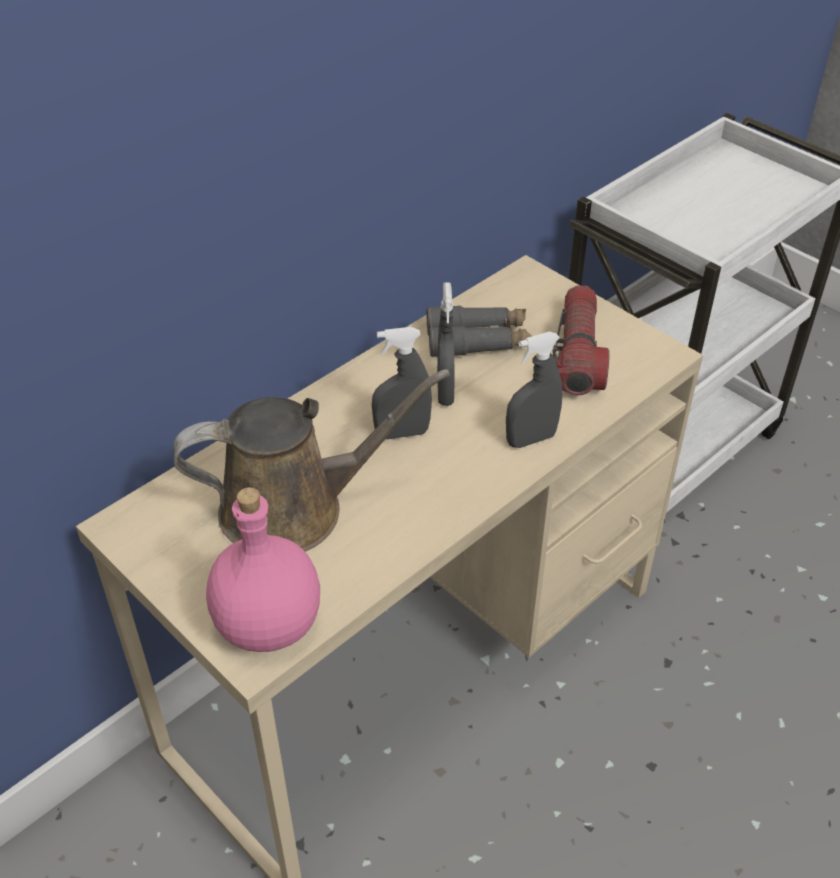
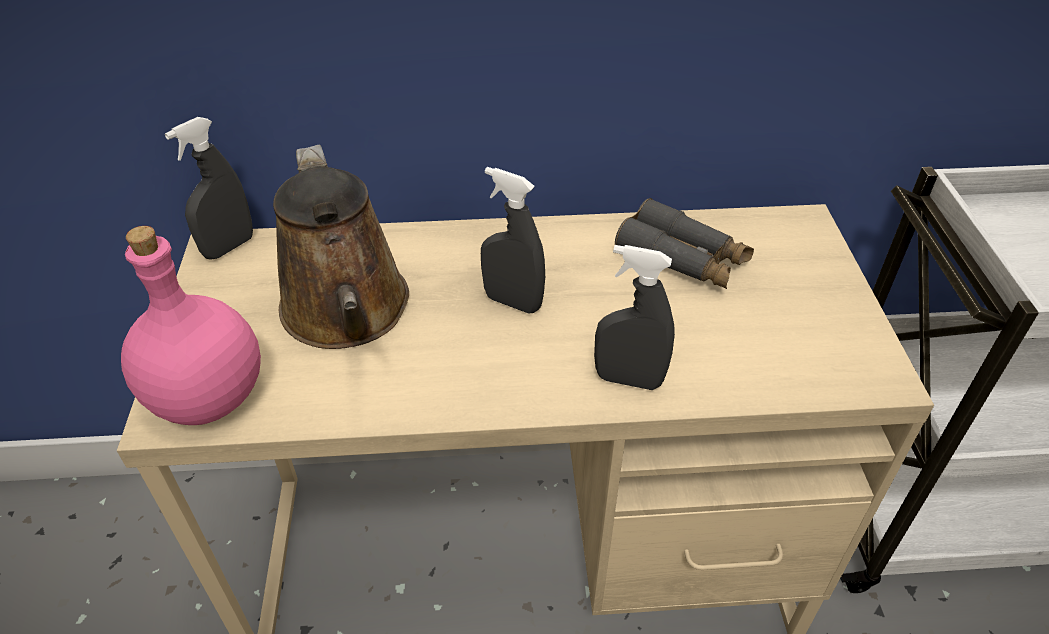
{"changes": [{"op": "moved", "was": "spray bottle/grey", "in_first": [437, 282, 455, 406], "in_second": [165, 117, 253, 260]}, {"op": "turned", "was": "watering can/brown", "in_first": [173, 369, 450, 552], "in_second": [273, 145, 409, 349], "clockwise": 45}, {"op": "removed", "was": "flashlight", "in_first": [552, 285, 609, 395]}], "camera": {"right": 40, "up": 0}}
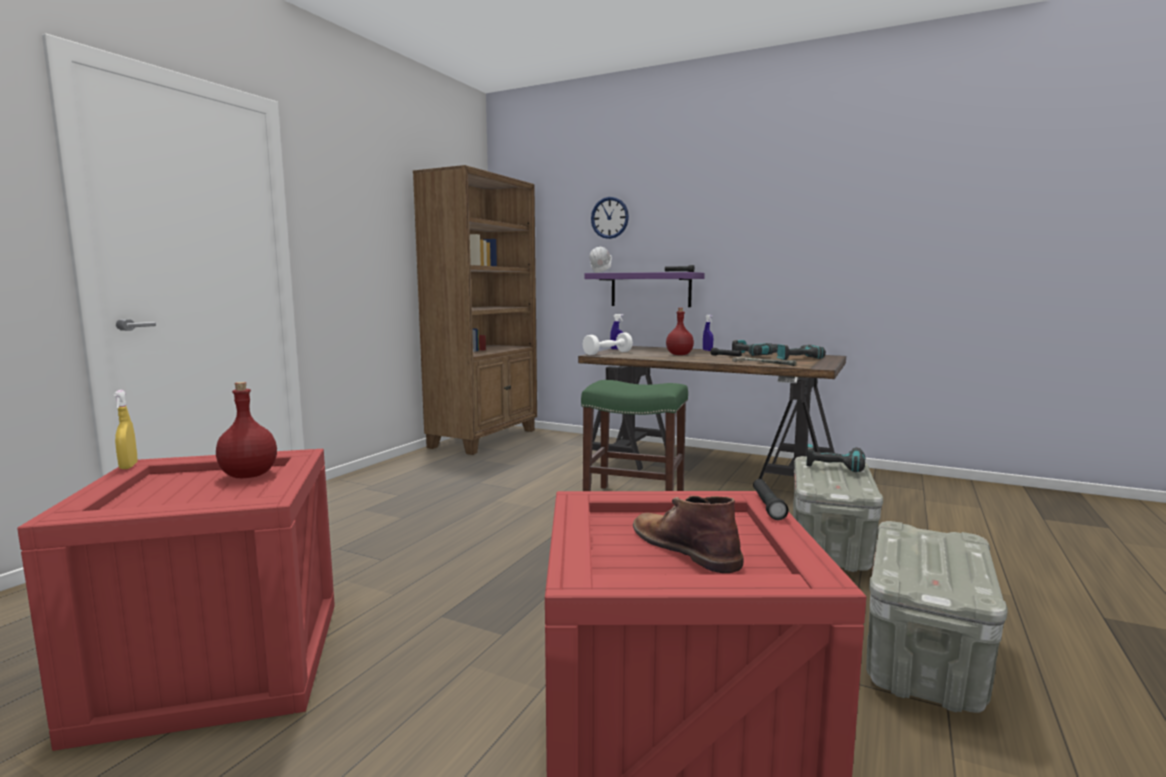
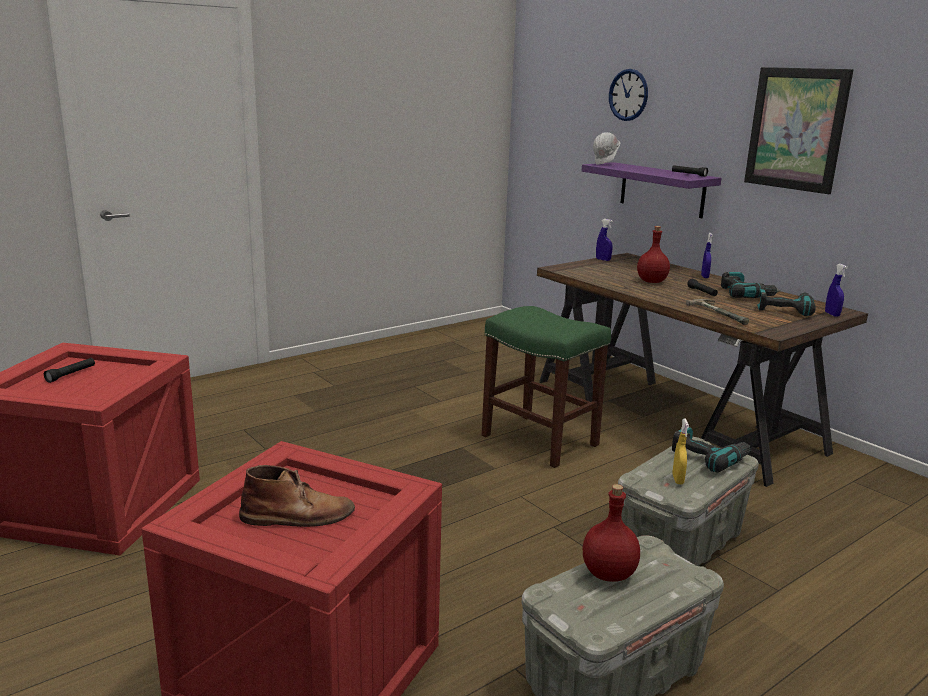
{"changes": [{"op": "moved", "was": "flashlight/black", "in_first": [753, 479, 789, 520], "in_second": [44, 358, 95, 383]}, {"op": "turned", "was": "boot/brown", "in_first": [633, 496, 744, 573], "in_second": [239, 465, 355, 527], "clockwise": 90}, {"op": "moved", "was": "bottle/red", "in_first": [216, 382, 277, 478], "in_second": [583, 484, 640, 582]}, {"op": "moved", "was": "spray bottle/yellow", "in_first": [114, 390, 138, 469], "in_second": [672, 419, 689, 484]}, {"op": "added", "now": "picture", "in_second": [744, 67, 854, 194]}, {"op": "added", "now": "spray bottle/blue", "in_second": [825, 264, 848, 317]}, {"op": "removed", "was": "bookcase/brown", "in_first": [413, 165, 537, 455]}, {"op": "removed", "was": "dumbbell/white", "in_first": [583, 333, 633, 355]}], "camera": {"right": 25, "up": 10}}
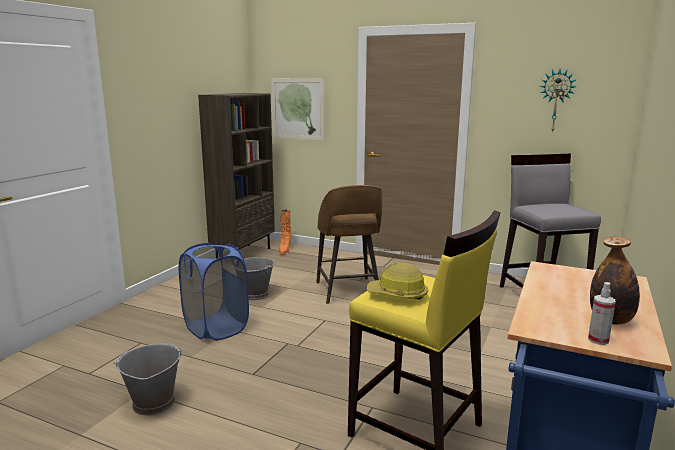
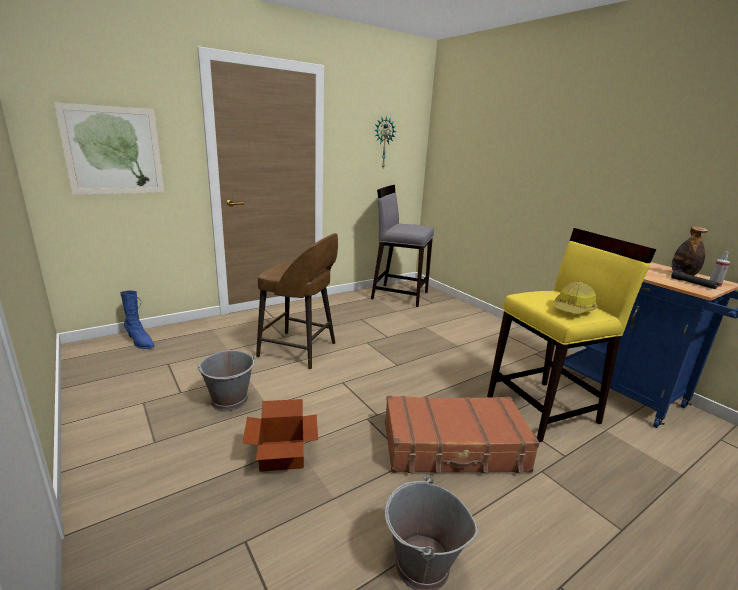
{"changes": [{"op": "recoloured", "was": "boot/orange", "now": "boot/blue", "in_first": [279, 210, 292, 254], "in_second": [120, 290, 154, 349]}, {"op": "replaced", "was": "laundry basket/blue", "now": "cardboard box", "in_first": [179, 243, 249, 341], "in_second": [243, 399, 318, 472]}, {"op": "added", "now": "suitcase/brown", "in_second": [385, 395, 540, 473]}, {"op": "added", "now": "flashlight/black", "in_second": [671, 270, 719, 289]}, {"op": "removed", "was": "bookcase/brown", "in_first": [198, 93, 275, 250]}], "camera": {"right": -60, "up": 5}}
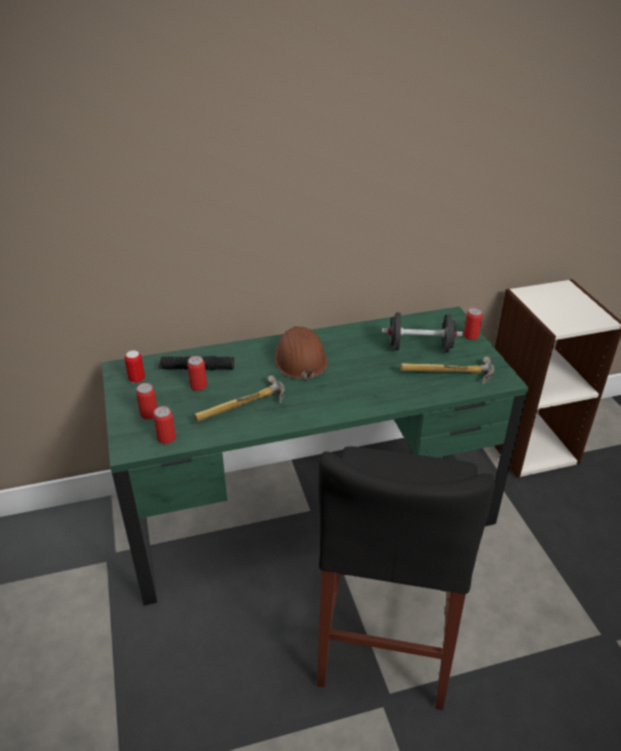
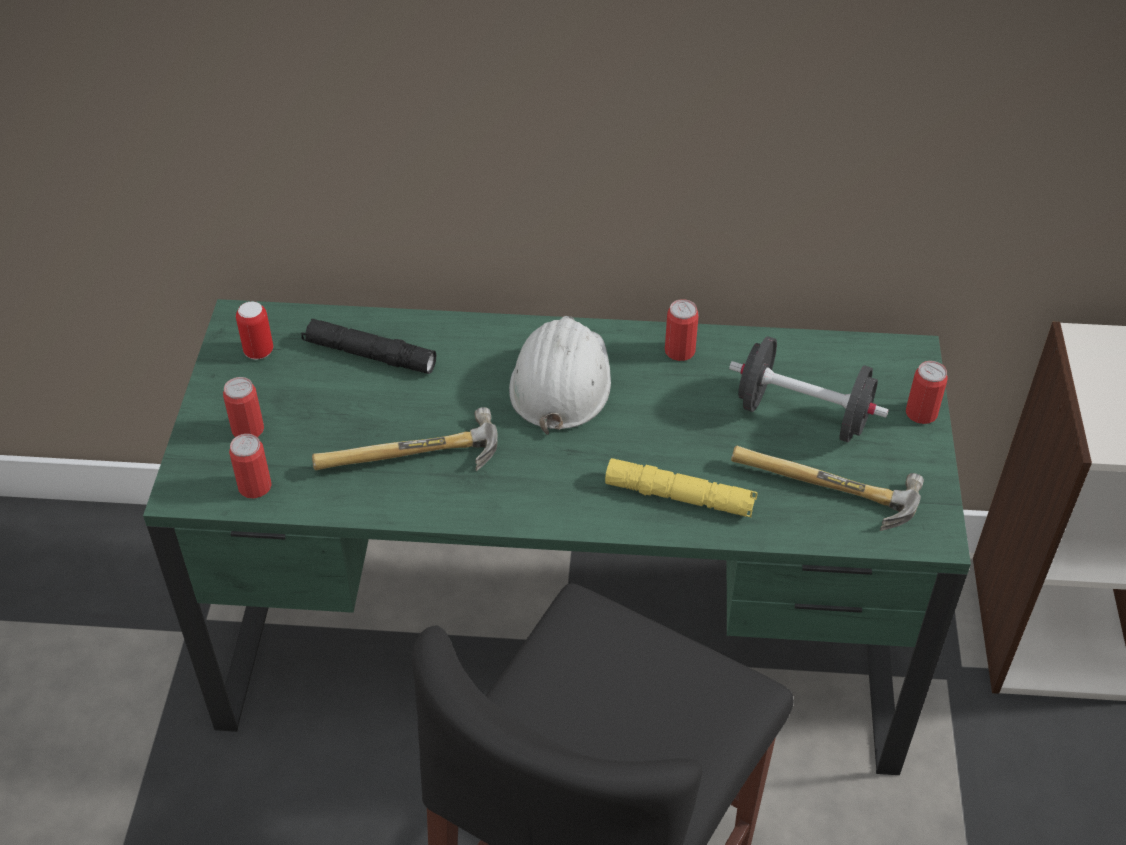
{"changes": [{"op": "recoloured", "was": "hard hat/brown", "now": "hard hat/white", "in_first": [275, 326, 328, 382], "in_second": [509, 316, 611, 435]}, {"op": "added", "now": "flashlight/yellow", "in_second": [605, 458, 758, 517]}, {"op": "moved", "was": "can", "in_first": [187, 356, 207, 391], "in_second": [665, 299, 699, 361]}], "camera": {"right": 20, "up": 10}}
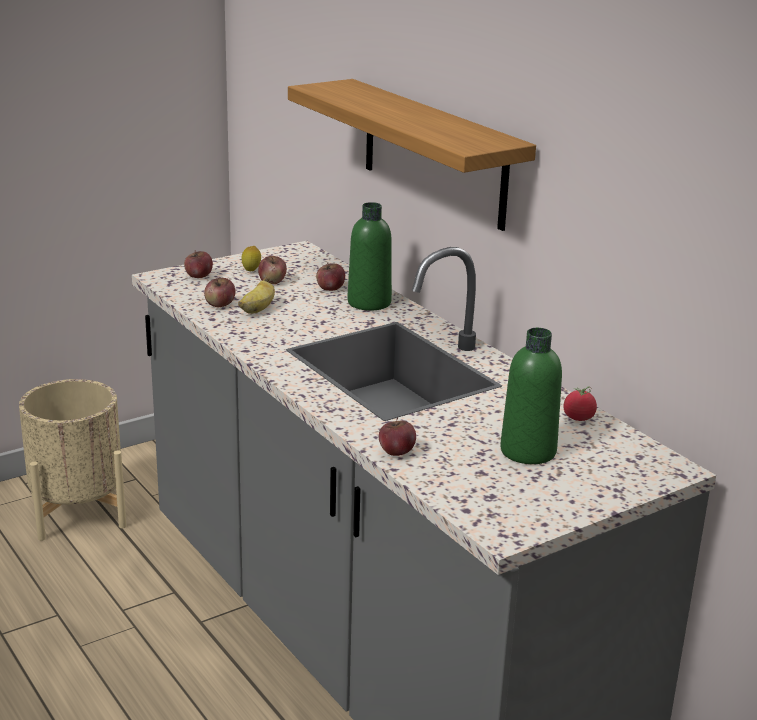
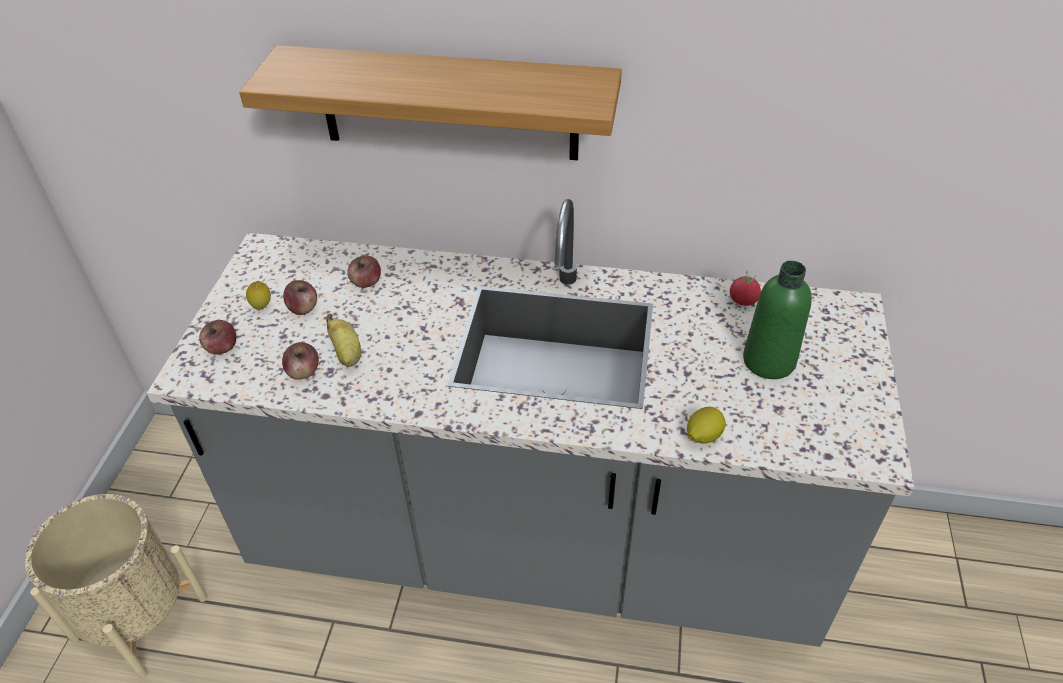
{"changes": [{"op": "replaced", "was": "apple", "now": "lemon", "in_first": [379, 417, 416, 456], "in_second": [687, 407, 726, 444]}, {"op": "removed", "was": "bottle/green", "in_first": [347, 202, 392, 311]}], "camera": {"right": -45, "up": 20}}
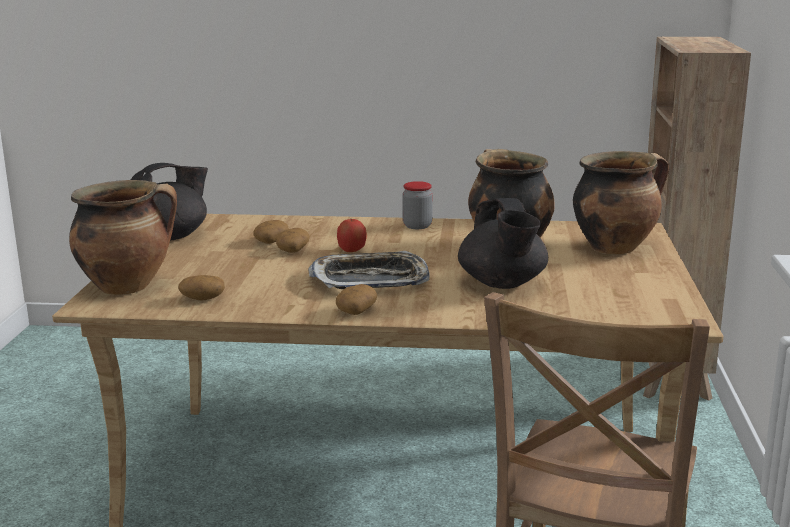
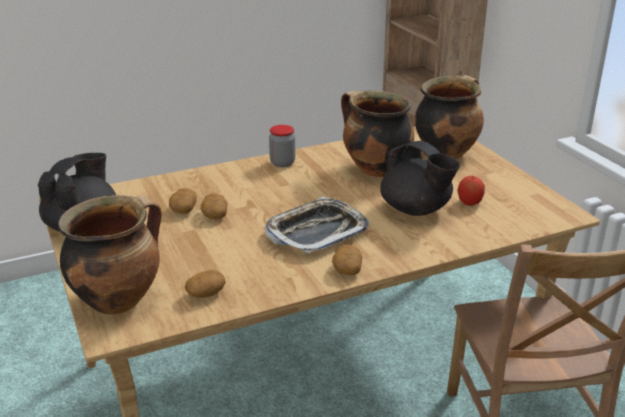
{"changes": [{"op": "moved", "was": "apple", "in_first": [337, 219, 367, 252], "in_second": [457, 176, 485, 206]}], "camera": {"right": -30, "up": 10}}
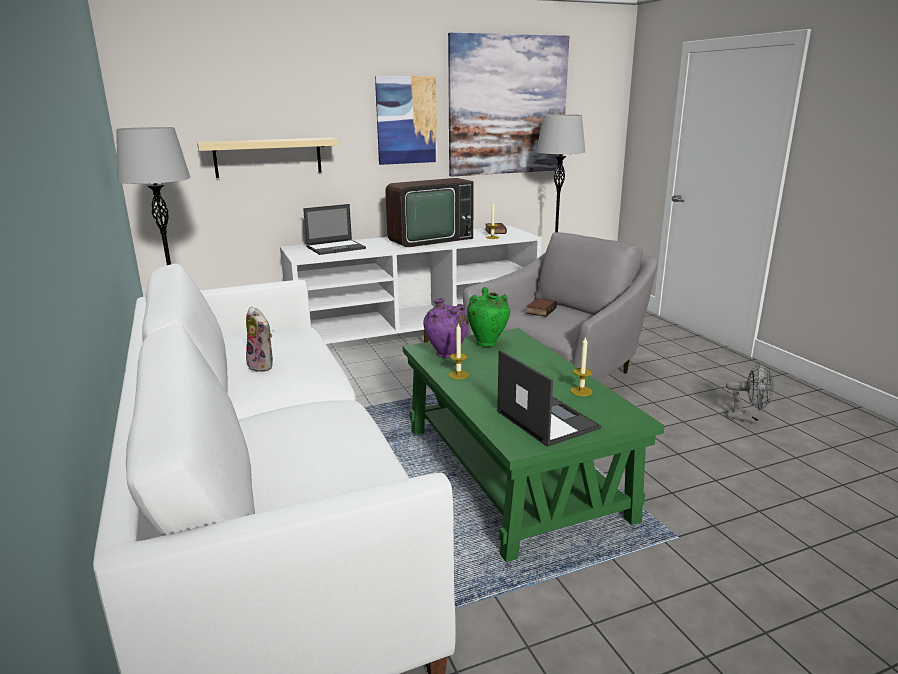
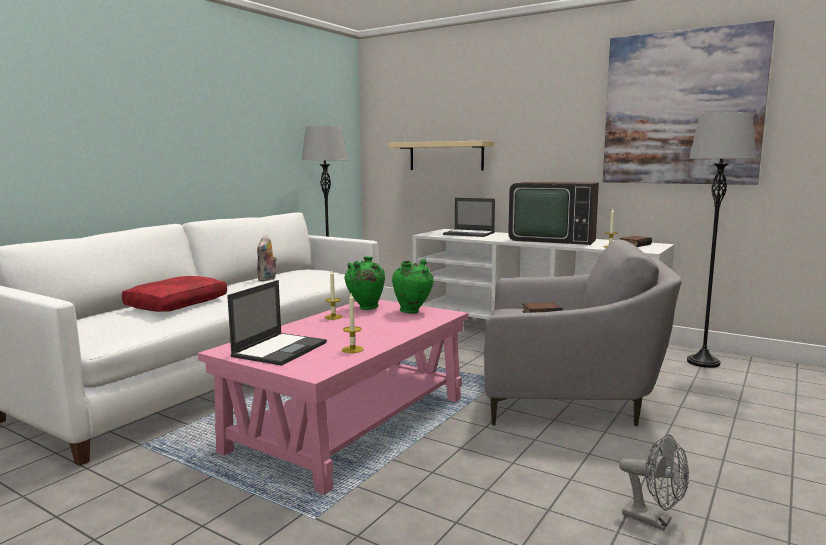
{"changes": [{"op": "added", "now": "pillow/red", "in_second": [122, 276, 227, 312]}, {"op": "recoloured", "was": "coffee table/green", "now": "coffee table/pink", "in_first": [403, 328, 665, 562], "in_second": [198, 299, 468, 495]}, {"op": "recoloured", "was": "vase/purple", "now": "vase/green", "in_first": [423, 298, 469, 358], "in_second": [344, 257, 385, 310]}, {"op": "turned", "was": "fan/grey", "in_first": [726, 363, 774, 424], "in_second": [619, 434, 689, 530], "clockwise": -45}, {"op": "removed", "was": "picture", "in_first": [375, 76, 437, 165]}], "camera": {"right": 55, "up": -10}}
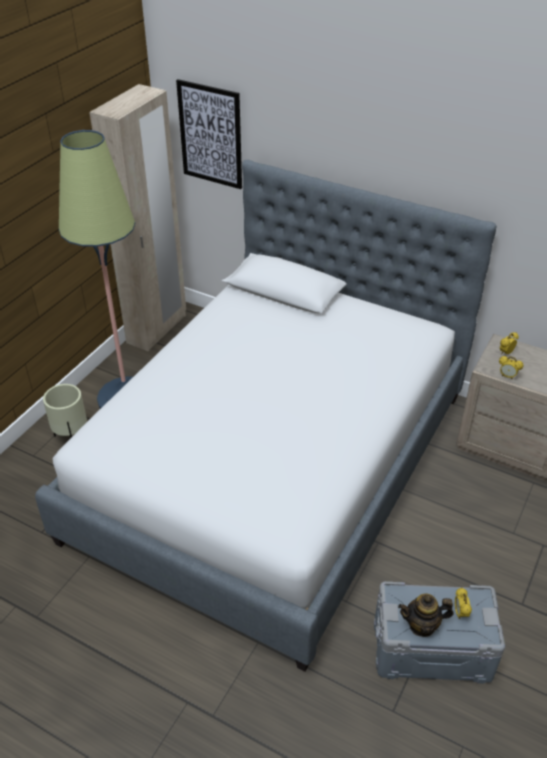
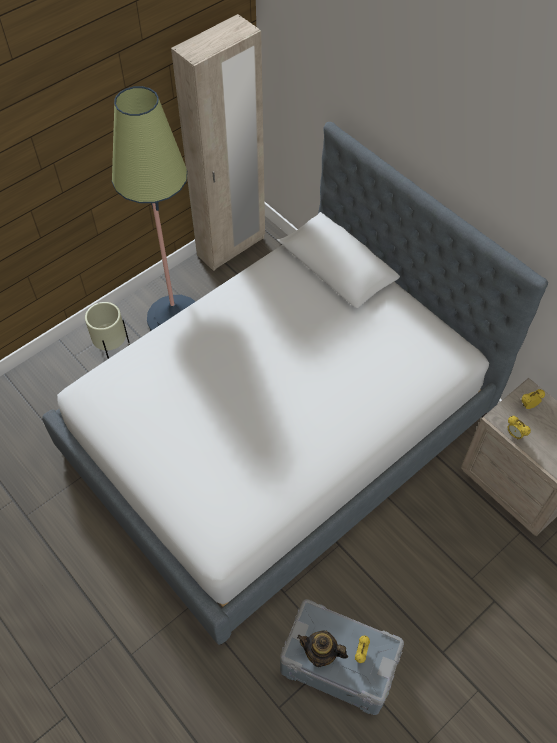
{"changes": [{"op": "removed", "was": "picture", "in_first": [176, 79, 242, 189]}], "camera": {"right": 20, "up": 15}}
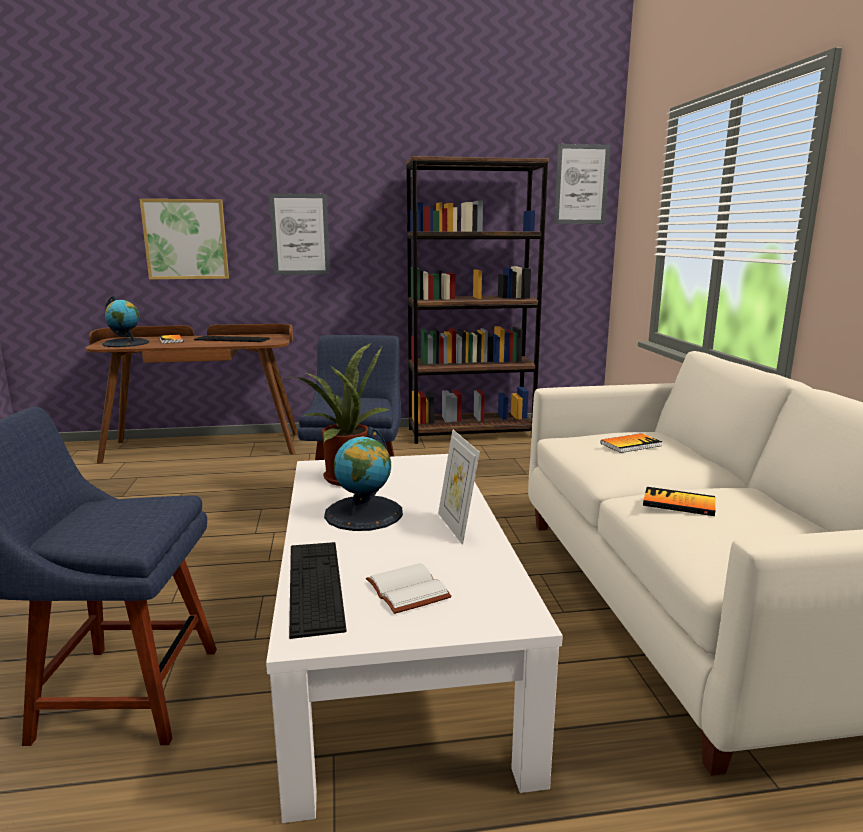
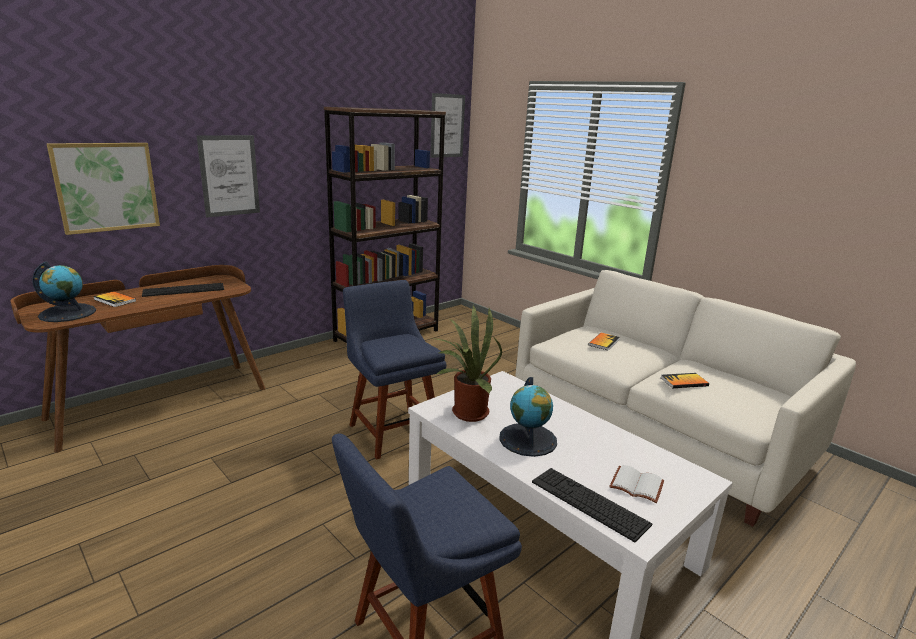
{"changes": [{"op": "removed", "was": "picture frame", "in_first": [438, 429, 480, 544]}], "camera": {"right": -35, "up": 5}}
